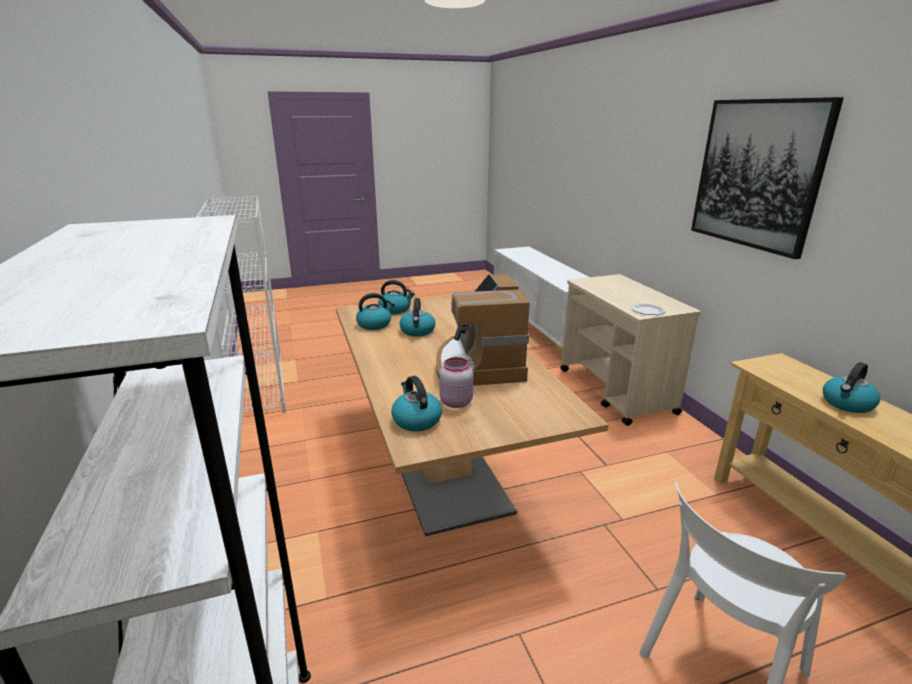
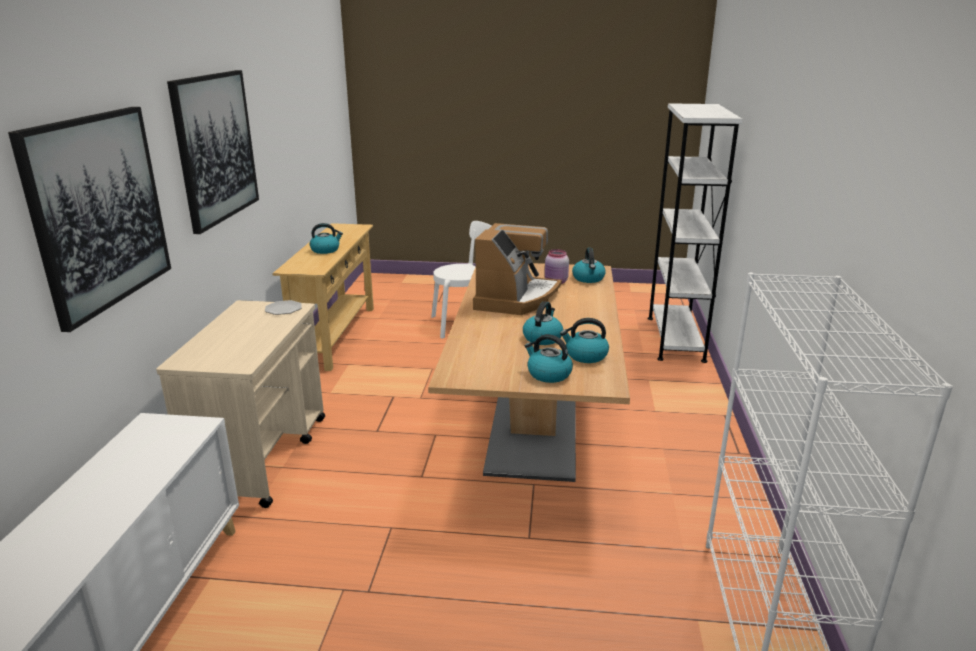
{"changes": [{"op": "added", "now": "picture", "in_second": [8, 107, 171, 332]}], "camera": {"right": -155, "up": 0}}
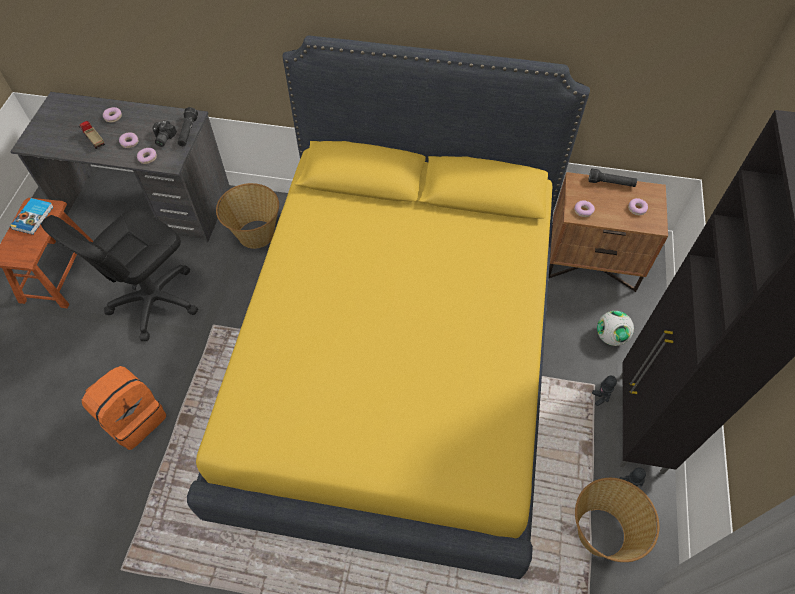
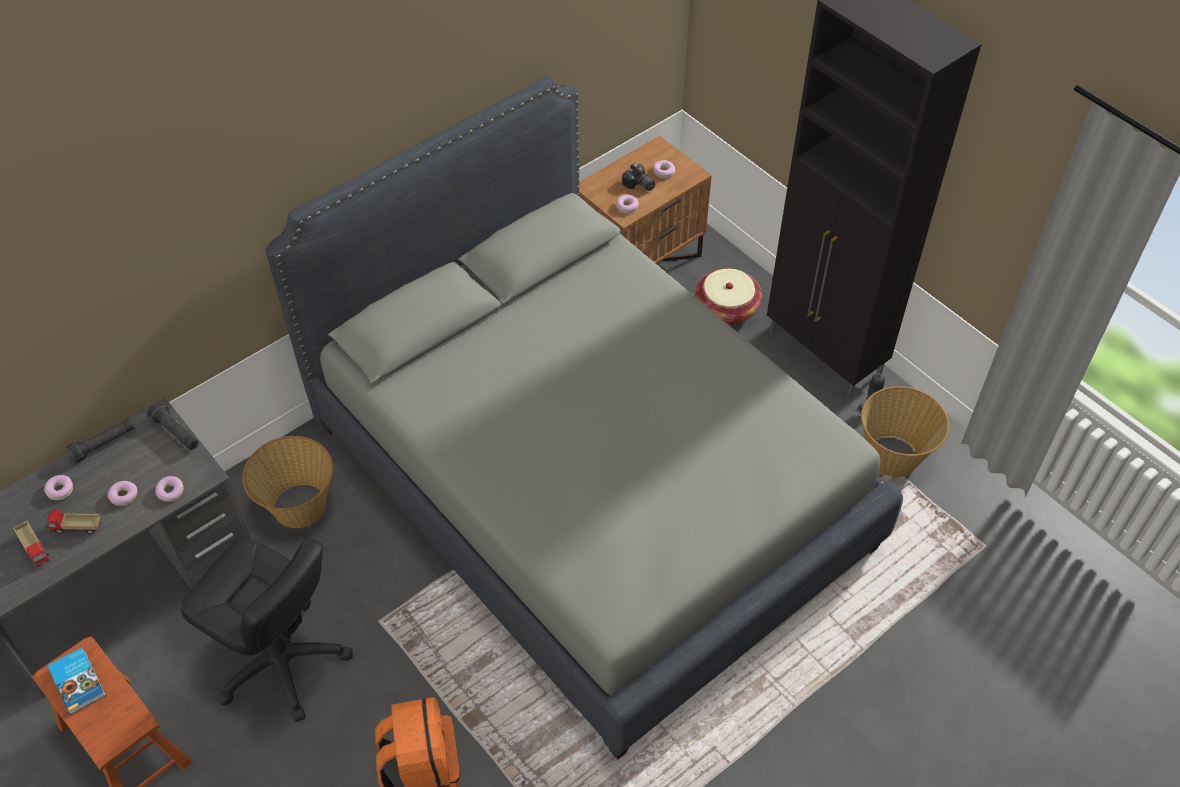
{"changes": [{"op": "added", "now": "toy truck", "in_second": [13, 521, 49, 567]}, {"op": "moved", "was": "flashlight/black", "in_first": [588, 168, 637, 187], "in_second": [66, 418, 135, 463]}, {"op": "turned", "was": "office chair/black", "in_first": [41, 208, 198, 341], "in_second": [181, 537, 353, 722], "clockwise": -45}, {"op": "recoloured", "was": "bed/yellow", "now": "bed/grey", "in_first": [187, 36, 590, 579], "in_second": [266, 76, 903, 759]}, {"op": "moved", "was": "photo camera", "in_first": [152, 121, 177, 147], "in_second": [622, 163, 655, 191]}, {"op": "replaced", "was": "football", "now": "basket", "in_first": [597, 311, 634, 346], "in_second": [695, 268, 762, 325]}, {"op": "removed", "was": "toy robot", "in_first": [592, 376, 617, 406]}], "camera": {"right": -50, "up": -5}}
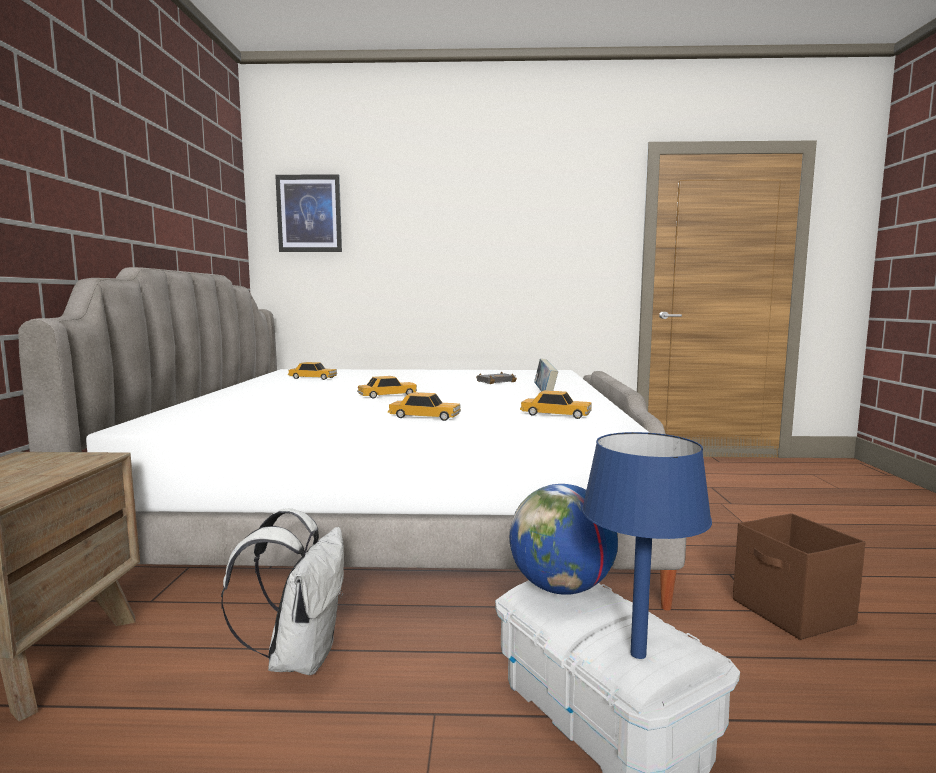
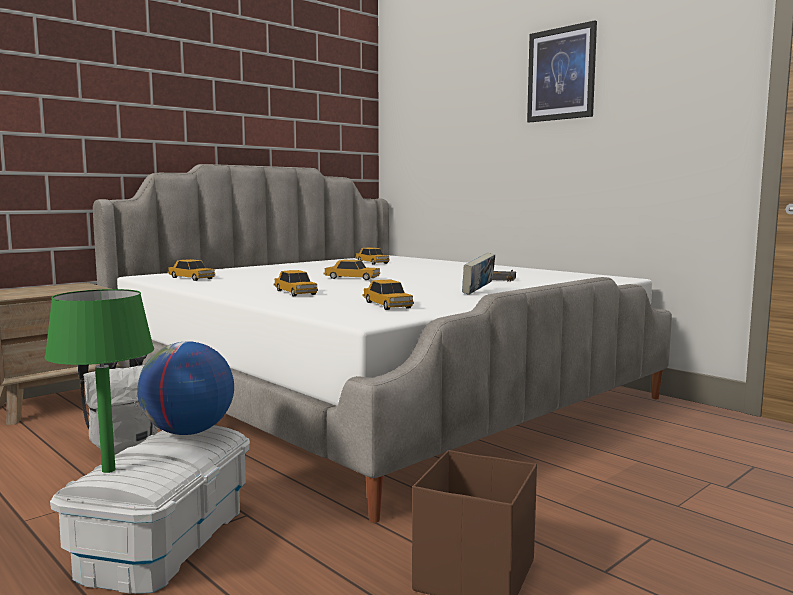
{"changes": [{"op": "recoloured", "was": "table lamp/blue", "now": "table lamp/green", "in_first": [582, 432, 712, 659], "in_second": [44, 289, 154, 473]}, {"op": "added", "now": "toy car", "in_second": [167, 259, 215, 281]}, {"op": "moved", "was": "picture", "in_first": [275, 174, 342, 252], "in_second": [527, 20, 597, 122]}], "camera": {"right": 45, "up": 0}}
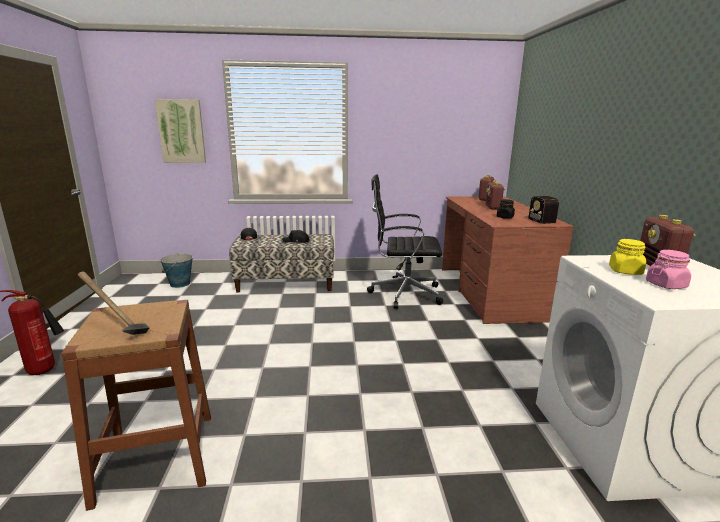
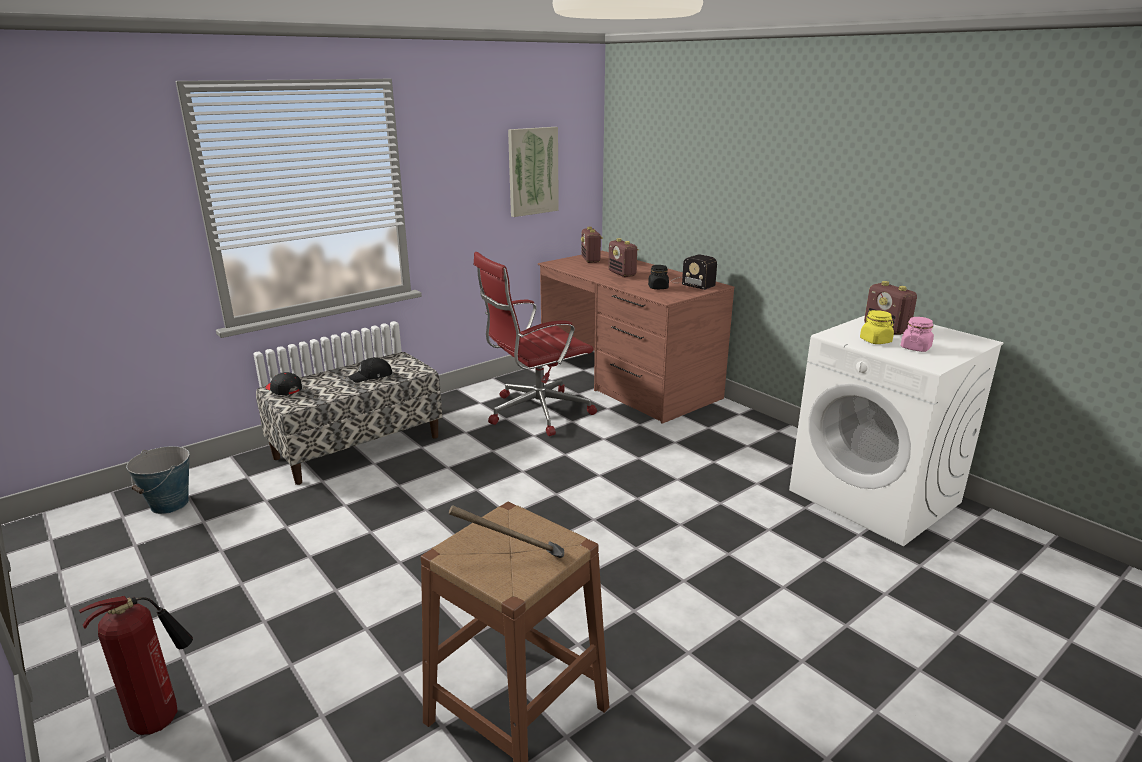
{"changes": [{"op": "recoloured", "was": "office chair/black", "now": "office chair/red", "in_first": [367, 174, 443, 309], "in_second": [473, 252, 597, 436]}, {"op": "moved", "was": "picture", "in_first": [155, 99, 206, 163], "in_second": [508, 127, 559, 217]}], "camera": {"right": -35, "up": 5}}
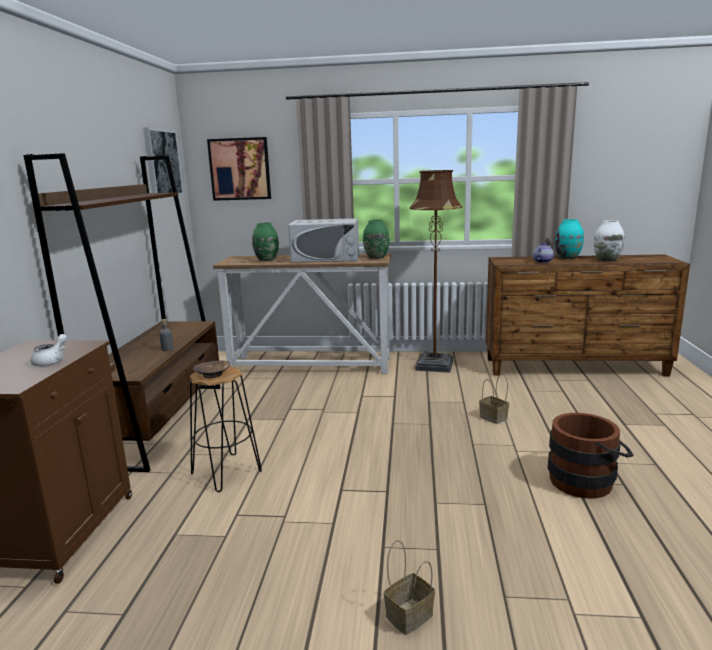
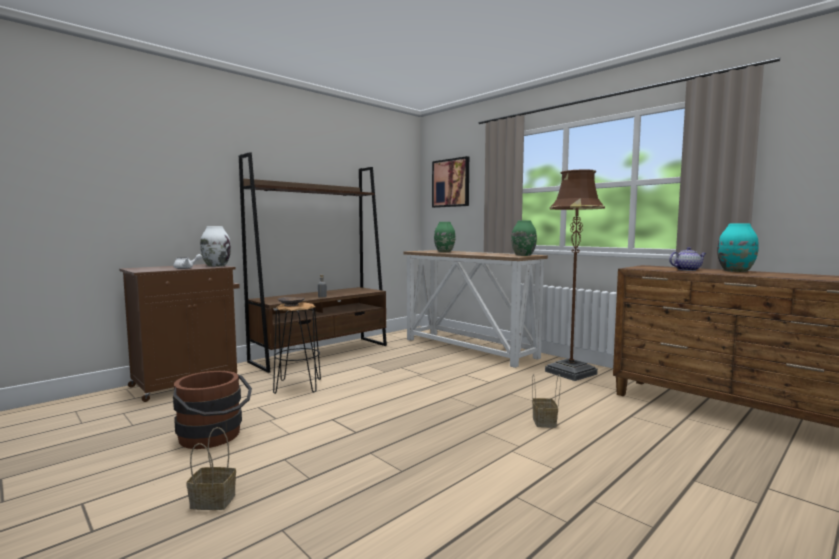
{"changes": [{"op": "moved", "was": "bucket/brown", "in_first": [548, 413, 634, 498], "in_second": [173, 371, 252, 449]}, {"op": "moved", "was": "vase/white", "in_first": [594, 220, 624, 262], "in_second": [200, 226, 231, 267]}, {"op": "removed", "was": "picture", "in_first": [143, 127, 184, 195]}, {"op": "removed", "was": "microwave/white", "in_first": [288, 218, 359, 263]}], "camera": {"right": 40, "up": -10}}
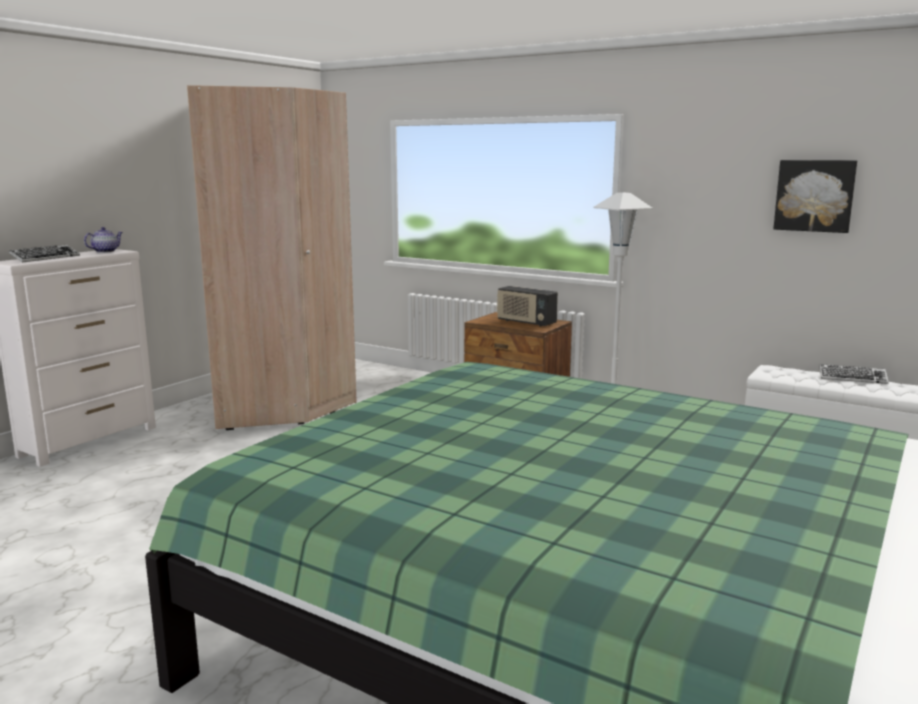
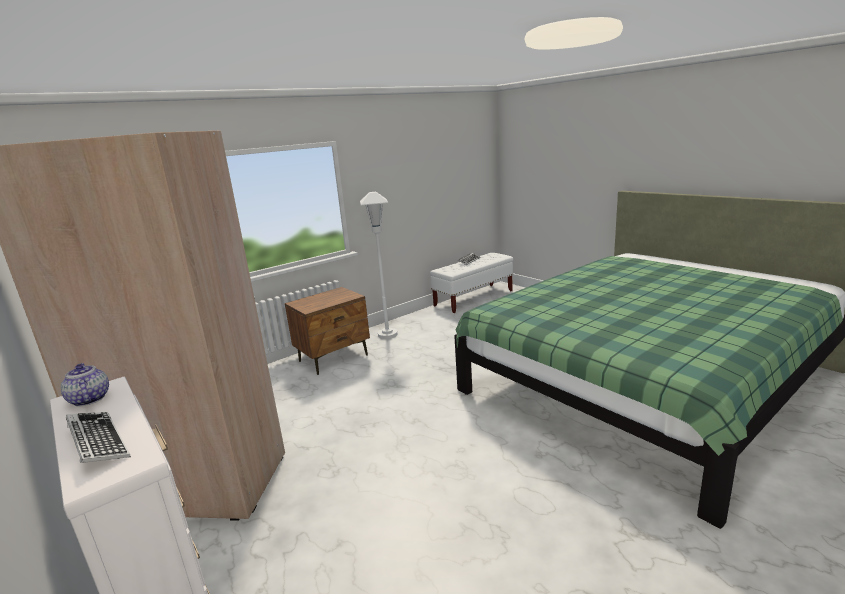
{"changes": [{"op": "removed", "was": "radio", "in_first": [497, 286, 558, 327]}, {"op": "removed", "was": "picture", "in_first": [773, 160, 857, 233]}], "camera": {"right": -70, "up": 5}}
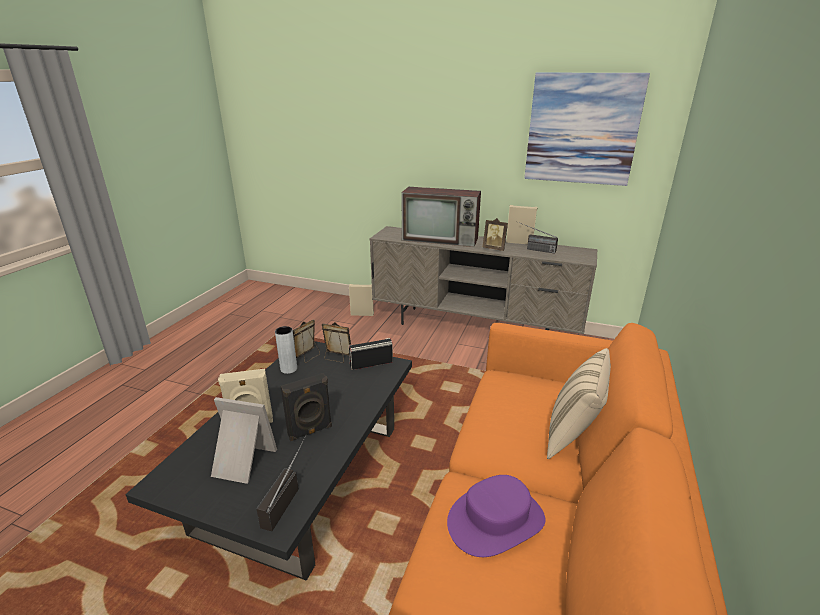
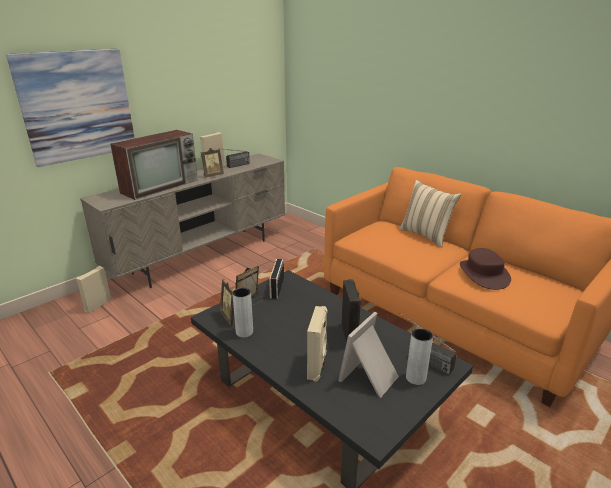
{"changes": [{"op": "moved", "was": "picture", "in_first": [524, 73, 650, 186], "in_second": [6, 49, 135, 167]}, {"op": "added", "now": "vase/grey", "in_second": [406, 328, 433, 385]}, {"op": "recoloured", "was": "hat/purple", "now": "hat/brown", "in_first": [447, 475, 546, 557], "in_second": [460, 248, 511, 290]}], "camera": {"right": -65, "up": 0}}
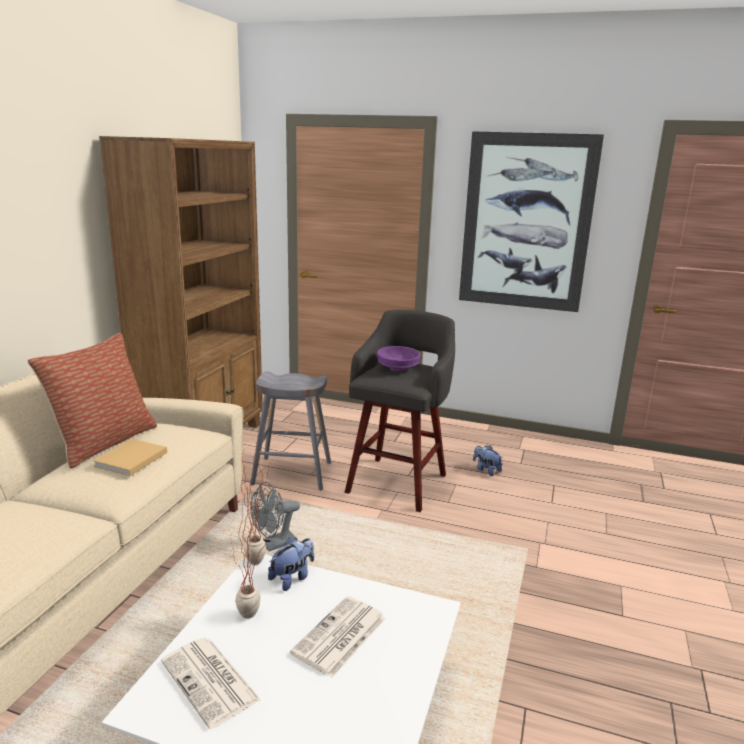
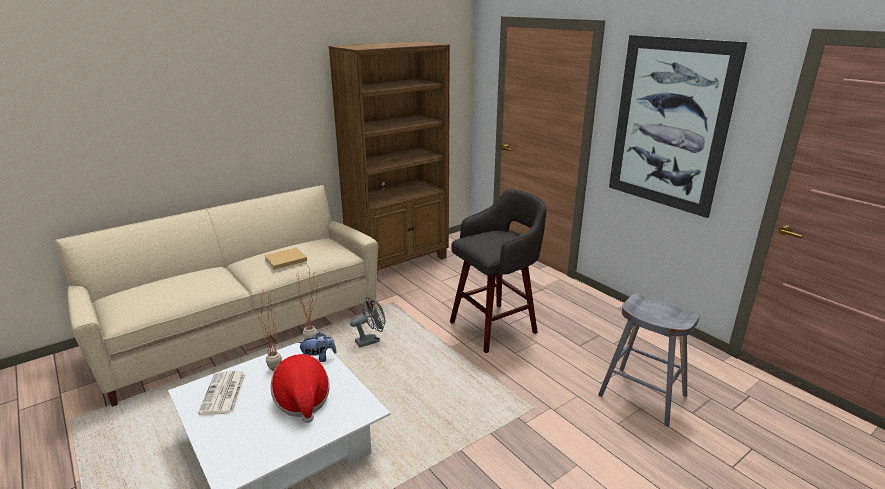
{"changes": [{"op": "replaced", "was": "newspaper", "now": "hat", "in_first": [290, 596, 386, 678], "in_second": [271, 354, 330, 423]}, {"op": "turned", "was": "fan/grey", "in_first": [250, 482, 300, 551], "in_second": [350, 297, 386, 348], "clockwise": 150}, {"op": "moved", "was": "stool/grey", "in_first": [250, 372, 331, 490], "in_second": [598, 293, 700, 427]}, {"op": "removed", "was": "pillow", "in_first": [27, 333, 157, 468]}, {"op": "removed", "was": "bowl/purple", "in_first": [377, 346, 421, 371]}, {"op": "removed", "was": "plush toy", "in_first": [473, 445, 503, 476]}], "camera": {"right": 35, "up": 5}}
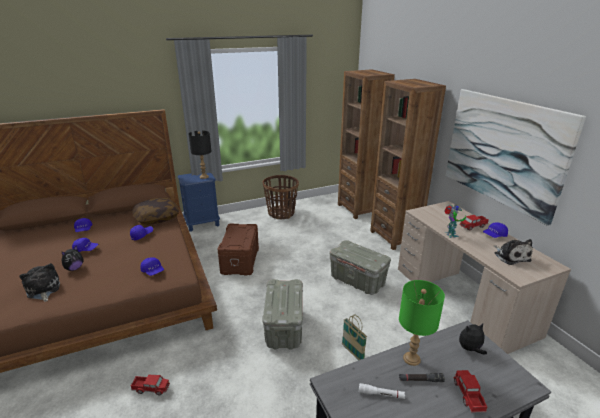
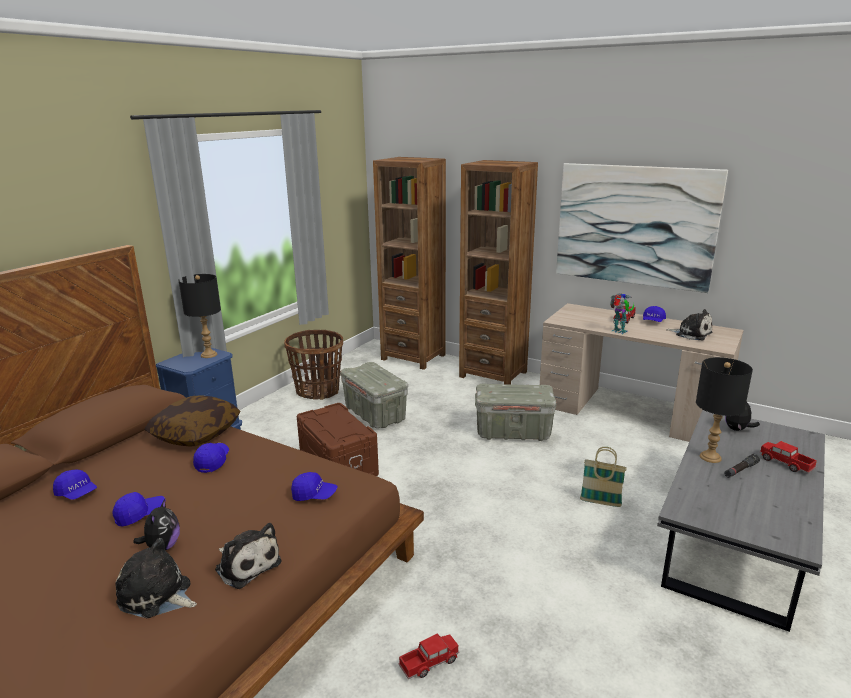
{"changes": [{"op": "added", "now": "plush toy", "in_second": [215, 523, 282, 589]}, {"op": "moved", "was": "storage box/grey", "in_first": [262, 279, 303, 350], "in_second": [340, 362, 408, 428]}, {"op": "recoloured", "was": "table lamp/green", "now": "table lamp/black", "in_first": [399, 280, 445, 366], "in_second": [696, 357, 753, 463]}, {"op": "removed", "was": "flashlight/white", "in_first": [359, 383, 405, 399]}], "camera": {"right": -35, "up": -5}}
